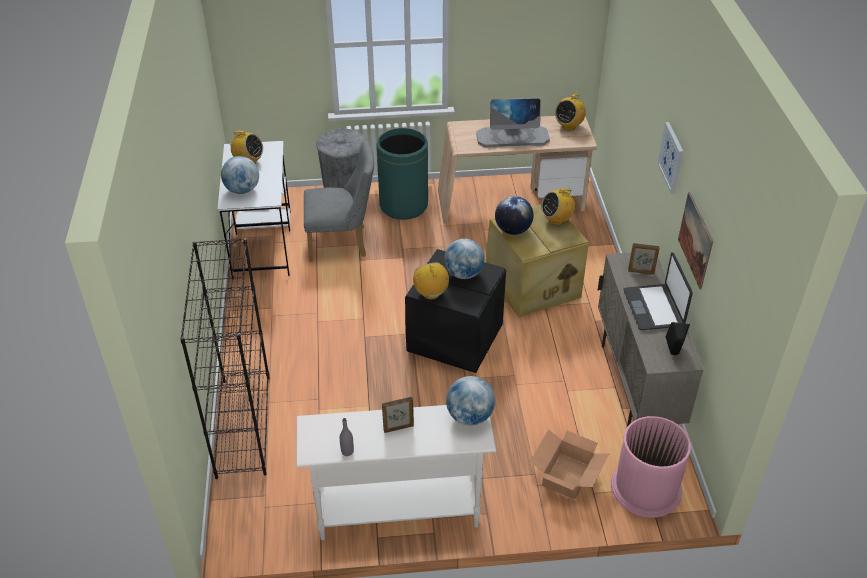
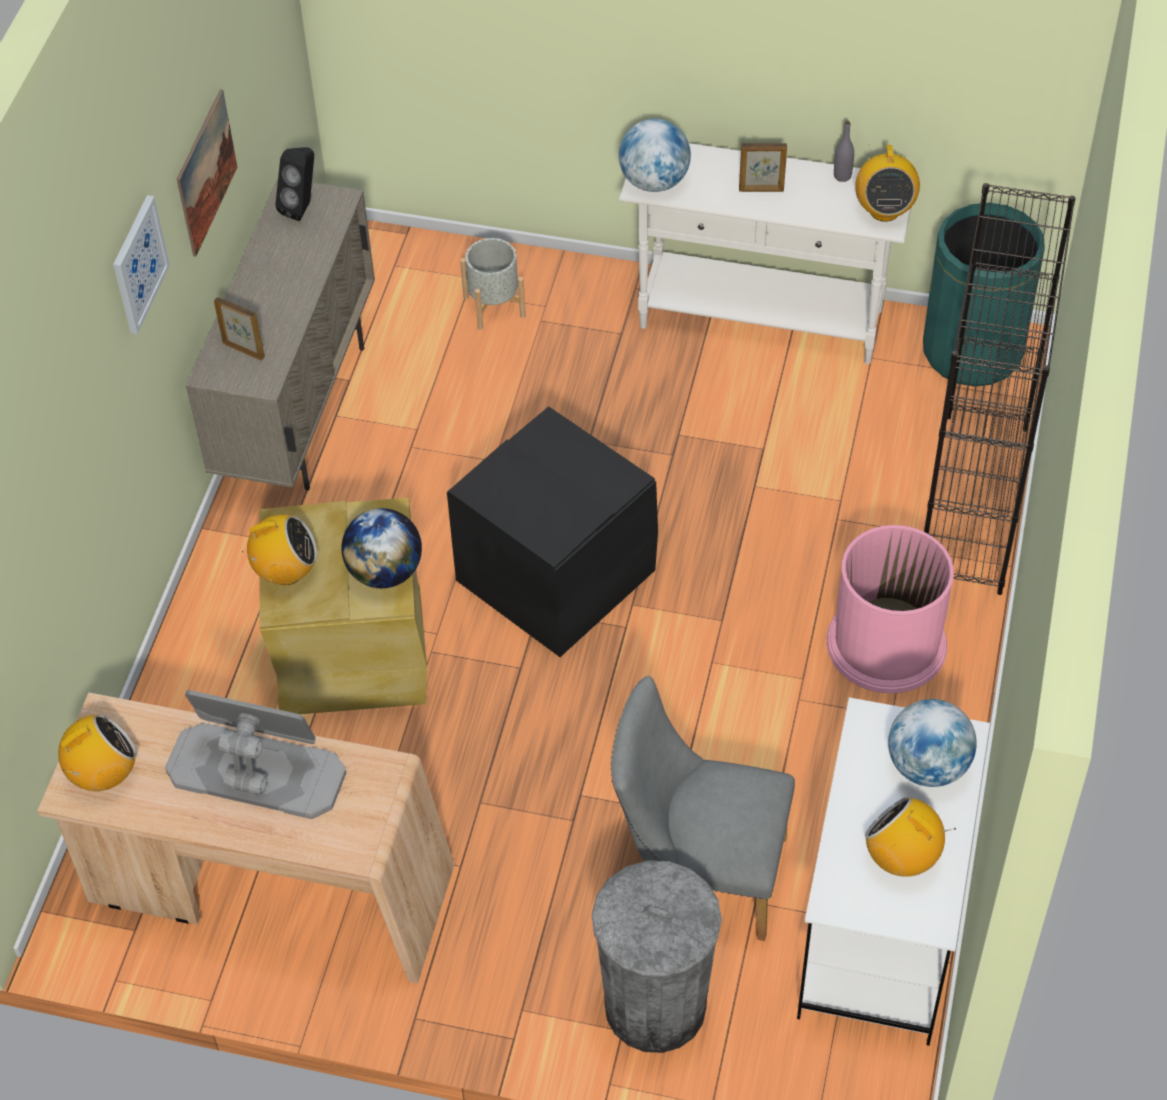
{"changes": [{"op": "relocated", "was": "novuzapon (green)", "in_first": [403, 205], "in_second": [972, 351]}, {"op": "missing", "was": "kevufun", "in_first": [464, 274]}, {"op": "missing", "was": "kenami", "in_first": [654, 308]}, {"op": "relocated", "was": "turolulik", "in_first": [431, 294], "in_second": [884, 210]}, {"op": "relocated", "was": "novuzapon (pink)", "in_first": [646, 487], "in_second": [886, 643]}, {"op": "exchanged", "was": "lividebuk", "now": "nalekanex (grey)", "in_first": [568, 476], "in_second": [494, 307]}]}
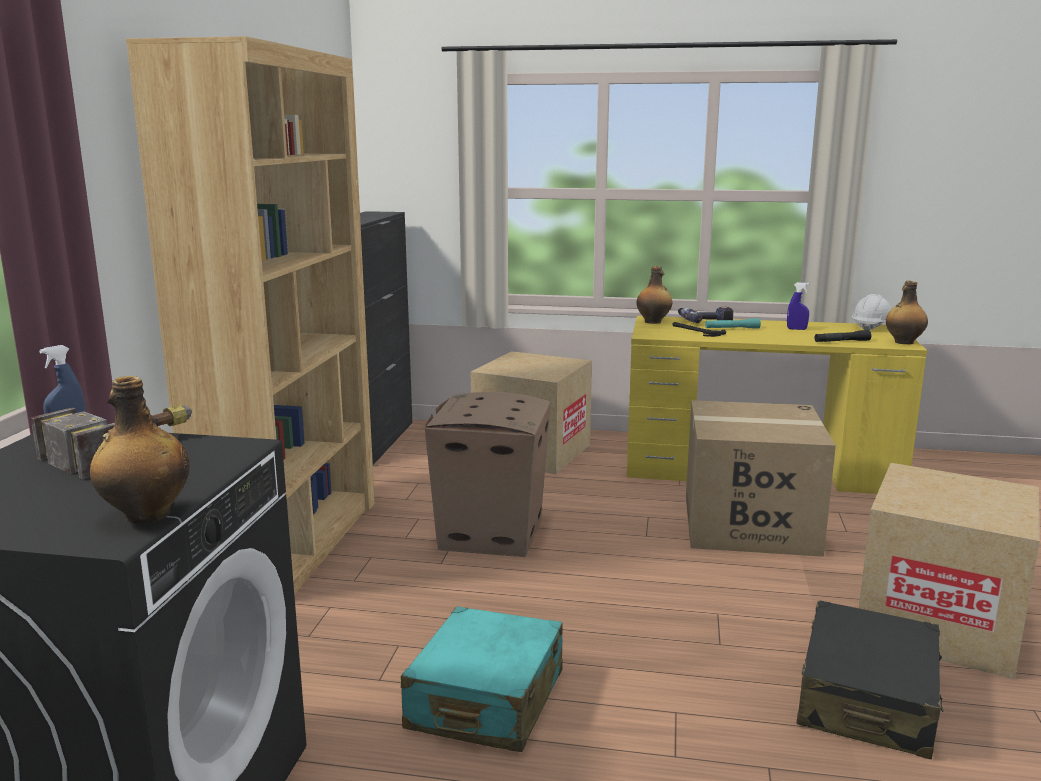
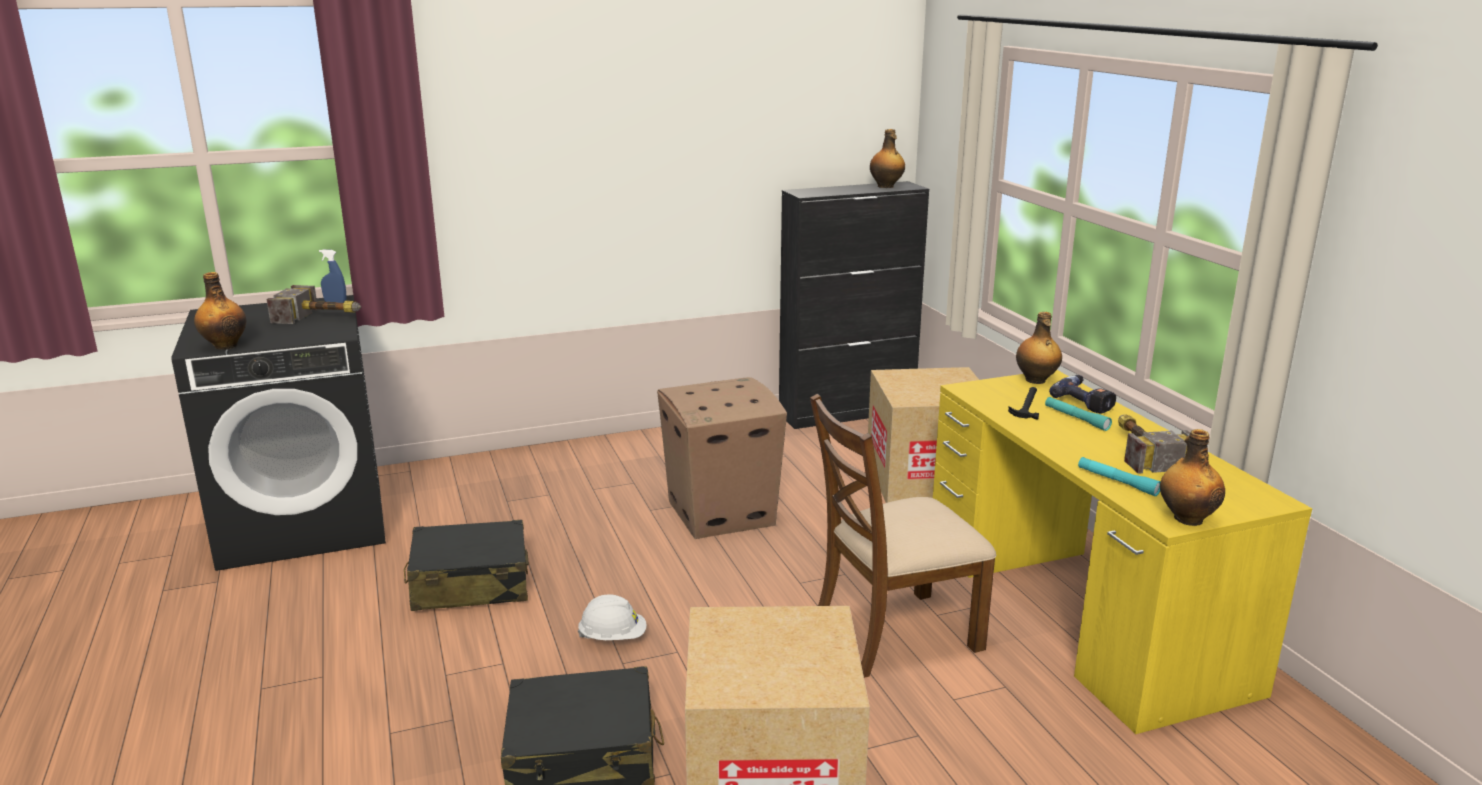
{"changes": [{"op": "missing", "was": "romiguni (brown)", "in_first": [293, 543]}, {"op": "exchanged", "was": "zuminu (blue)", "now": "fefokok", "in_first": [796, 329], "in_second": [1142, 450]}, {"op": "relocated", "was": "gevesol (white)", "in_first": [871, 327], "in_second": [613, 637]}, {"op": "colour", "was": "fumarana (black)", "now": "fumarana (turquoise)", "in_first": [842, 341], "in_second": [1117, 482]}, {"op": "exchanged", "was": "lividebuk", "now": "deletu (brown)", "in_first": [749, 525], "in_second": [894, 633]}, {"op": "colour", "was": "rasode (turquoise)", "now": "rasode (black)", "in_first": [486, 700], "in_second": [470, 584]}, {"op": "appeared", "now": "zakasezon", "in_second": [886, 186]}]}
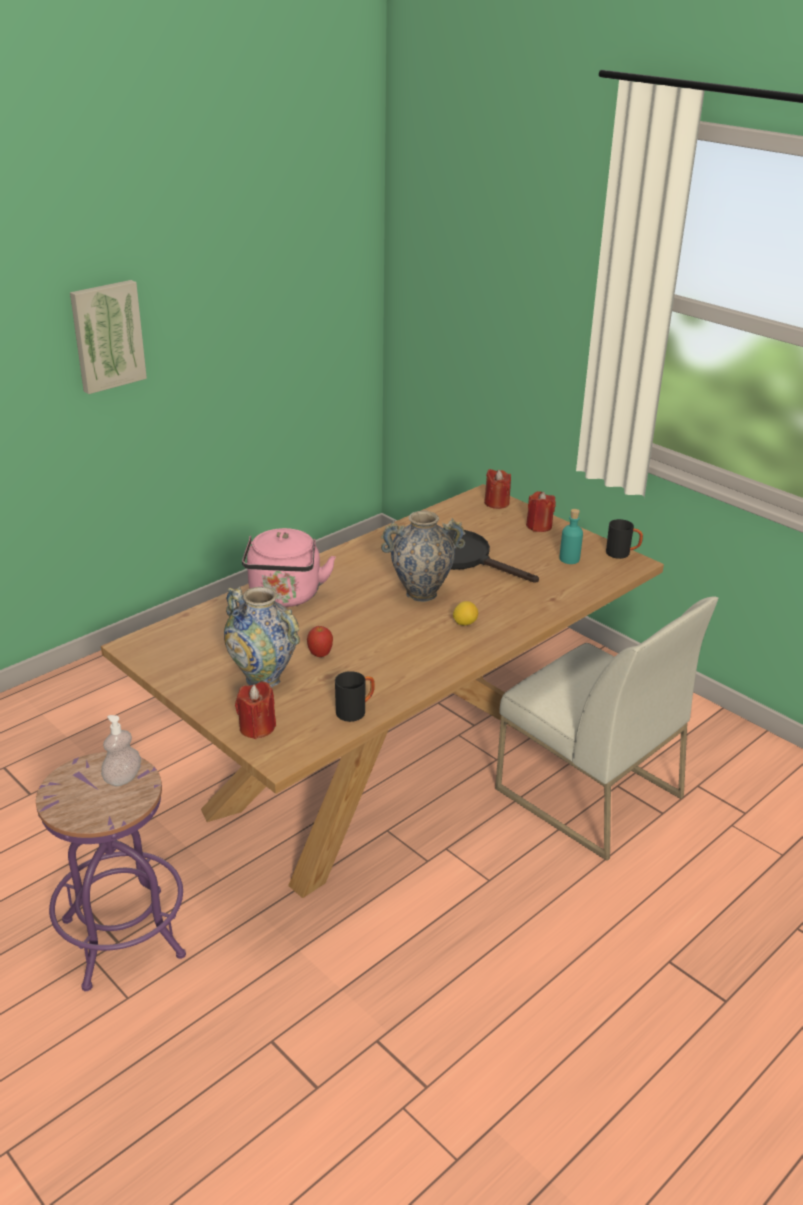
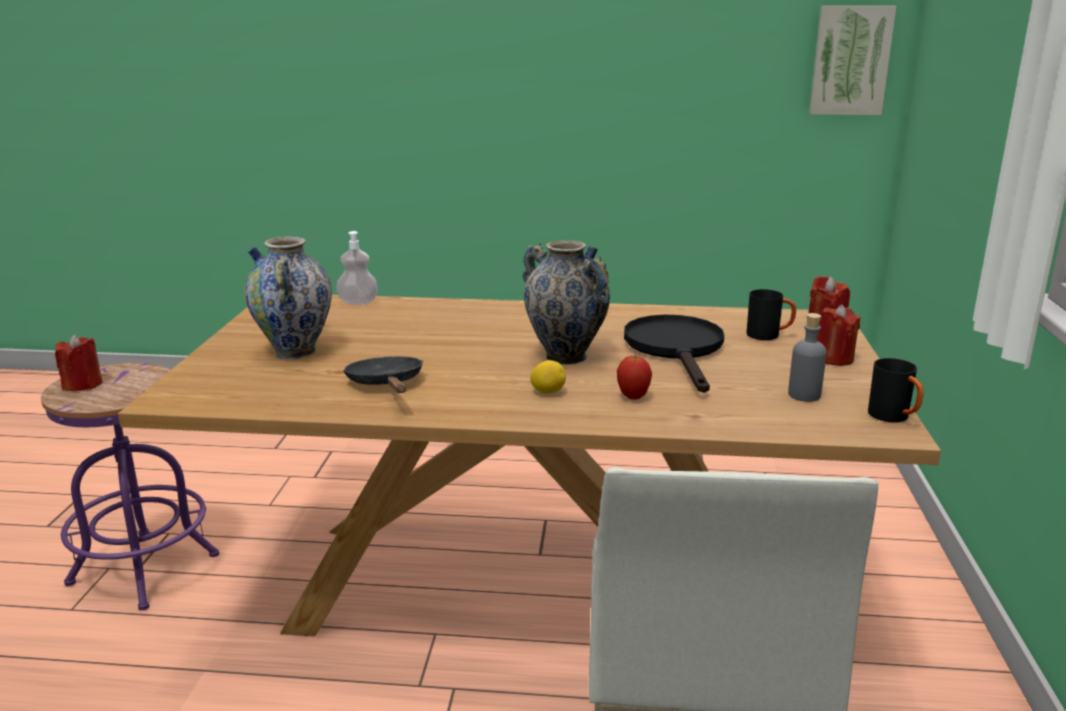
{"changes": [{"op": "relocated", "was": "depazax", "in_first": [107, 336], "in_second": [850, 60]}, {"op": "colour", "was": "zakasezon (turquoise)", "now": "zakasezon (grey)", "in_first": [569, 559], "in_second": [804, 395]}, {"op": "missing", "was": "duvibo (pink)", "in_first": [285, 597]}, {"op": "relocated", "was": "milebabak", "in_first": [320, 655], "in_second": [633, 397]}, {"op": "relocated", "was": "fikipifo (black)", "in_first": [355, 711], "in_second": [769, 336]}, {"op": "relocated", "was": "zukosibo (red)", "in_first": [257, 728], "in_second": [83, 385]}, {"op": "relocated", "was": "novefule", "in_first": [123, 778], "in_second": [358, 302]}, {"op": "appeared", "now": "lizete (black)", "in_second": [386, 384]}]}
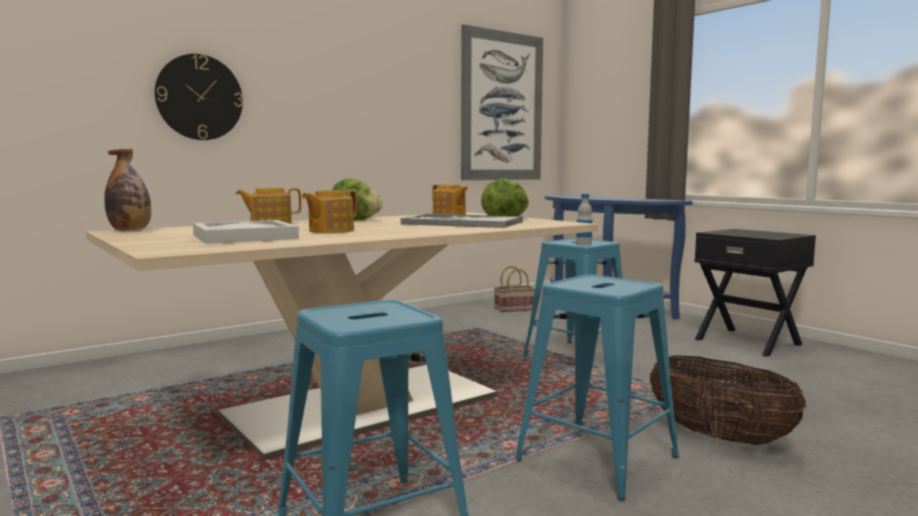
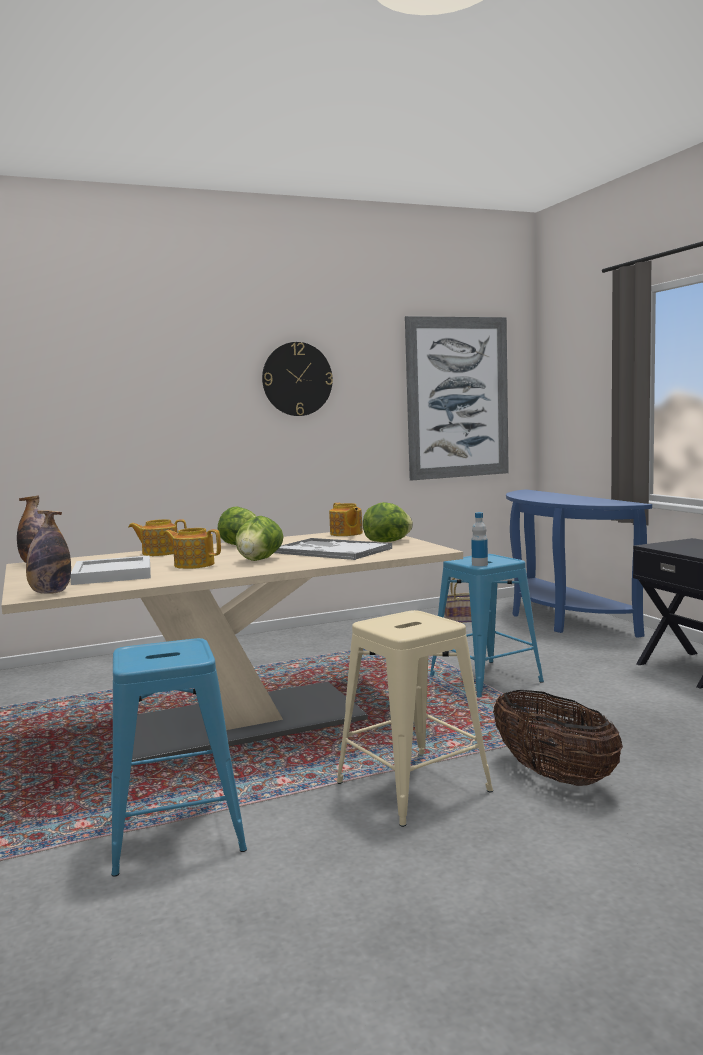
{"changes": [{"op": "relocated", "was": "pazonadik", "in_first": [199, 97], "in_second": [297, 379]}, {"op": "spun", "was": "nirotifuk", "in_first": [330, 231], "in_second": [193, 565], "clockwise": 60}, {"op": "colour", "was": "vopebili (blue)", "now": "vopebili (beige)", "in_first": [597, 458], "in_second": [413, 786]}, {"op": "appeared", "now": "zakasezon", "in_second": [50, 593]}, {"op": "appeared", "now": "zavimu", "in_second": [259, 560]}]}
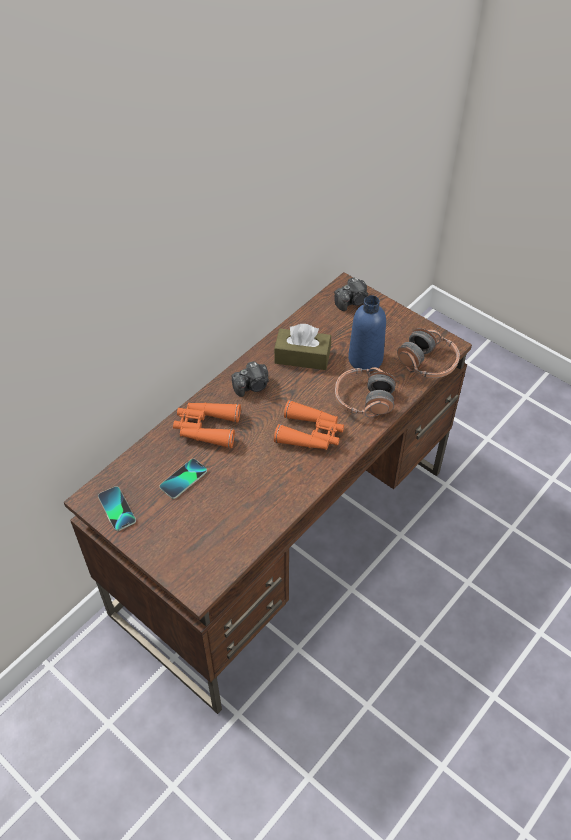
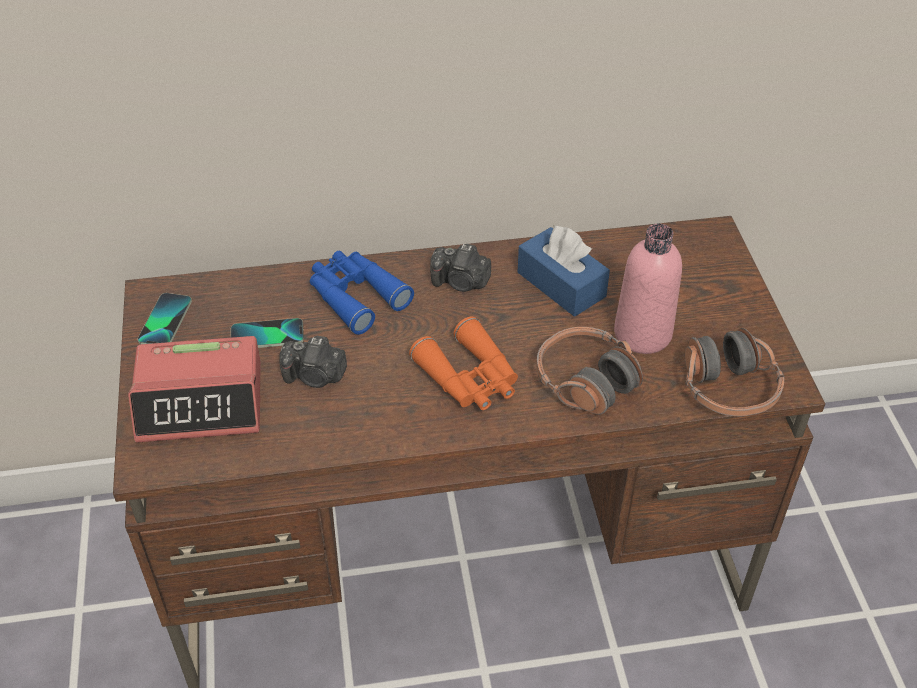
{"changes": [{"op": "relocated", "was": "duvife", "in_first": [352, 301], "in_second": [315, 376]}, {"op": "colour", "was": "zakasezon (blue)", "now": "zakasezon (pink)", "in_first": [365, 359], "in_second": [642, 334]}, {"op": "colour", "was": "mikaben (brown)", "now": "mikaben (blue)", "in_first": [302, 357], "in_second": [561, 284]}, {"op": "colour", "was": "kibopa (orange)", "now": "kibopa (blue)", "in_first": [206, 428], "in_second": [355, 296]}, {"op": "appeared", "now": "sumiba", "in_second": [201, 401]}]}
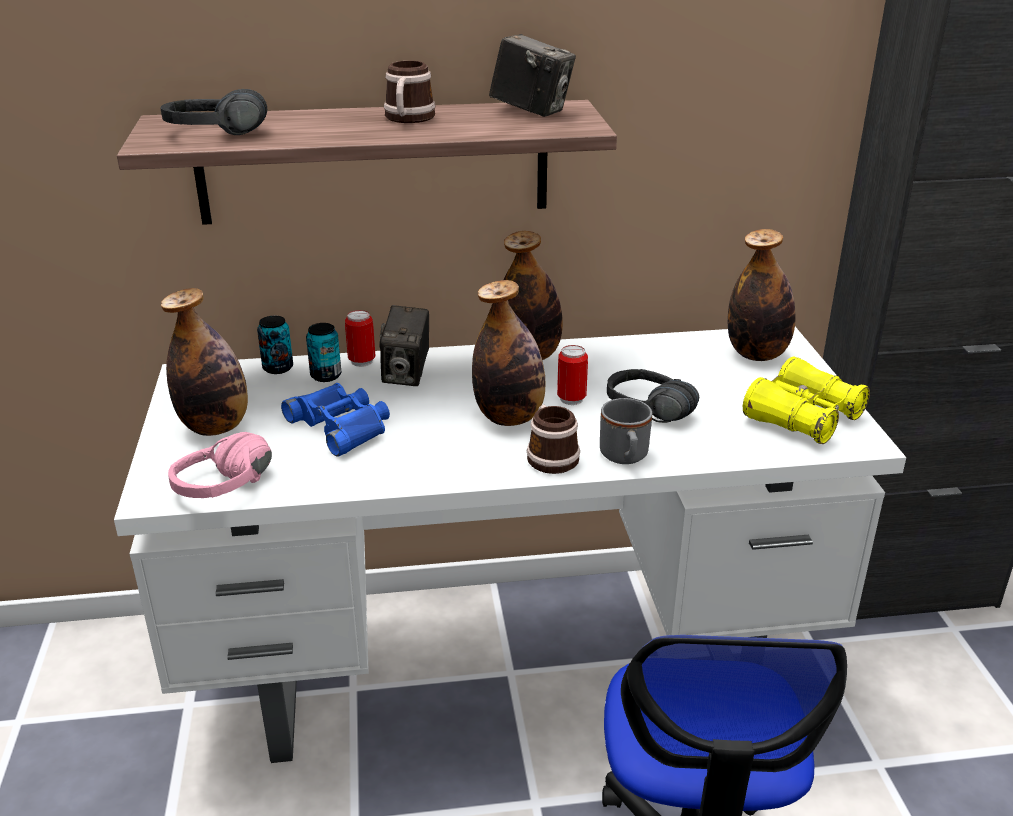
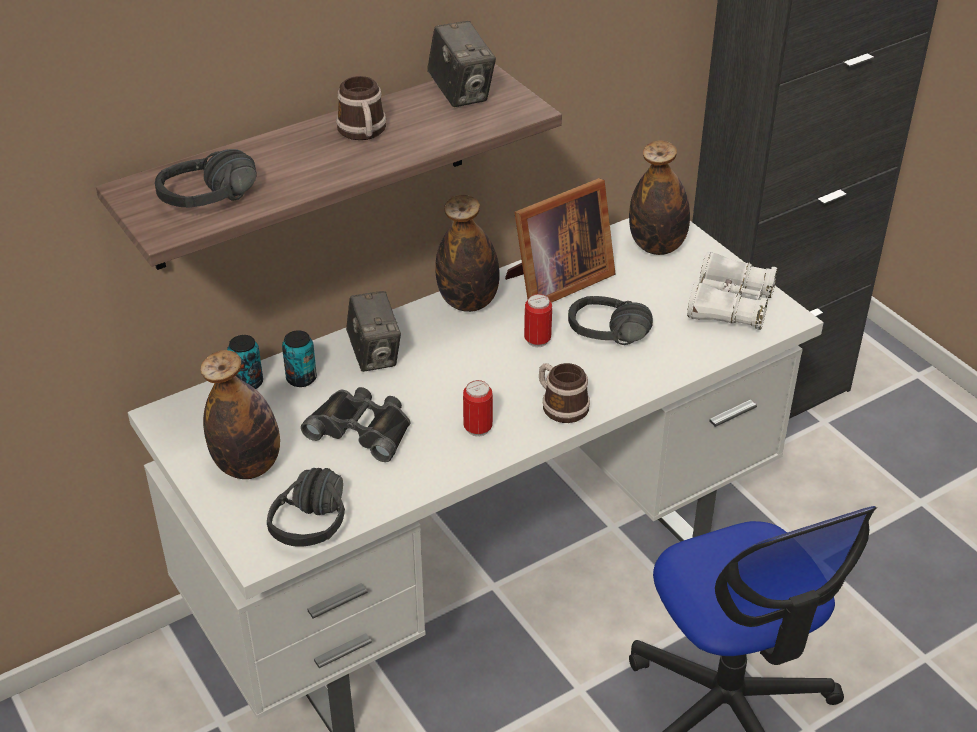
{"changes": [{"op": "spun", "was": "duvife", "in_first": [531, 111], "in_second": [461, 94], "clockwise": 60}, {"op": "missing", "was": "zakasezon", "in_first": [509, 417]}, {"op": "relocated", "was": "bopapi", "in_first": [362, 361], "in_second": [478, 428]}, {"op": "colour", "was": "kibopa (yellow)", "now": "kibopa (white)", "in_first": [802, 418], "in_second": [730, 305]}, {"op": "colour", "was": "kibopa (blue)", "now": "kibopa (black)", "in_first": [341, 425], "in_second": [362, 429]}, {"op": "missing", "was": "fikipifo (grey)", "in_first": [625, 457]}, {"op": "colour", "was": "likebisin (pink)", "now": "likebisin (black)", "in_first": [234, 491], "in_second": [325, 525]}, {"op": "appeared", "now": "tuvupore", "in_second": [555, 282]}]}
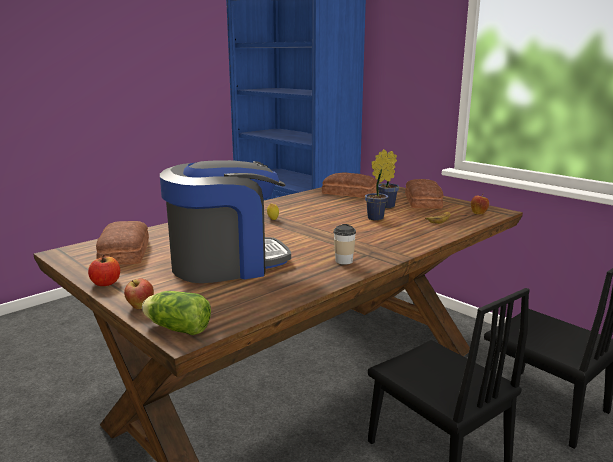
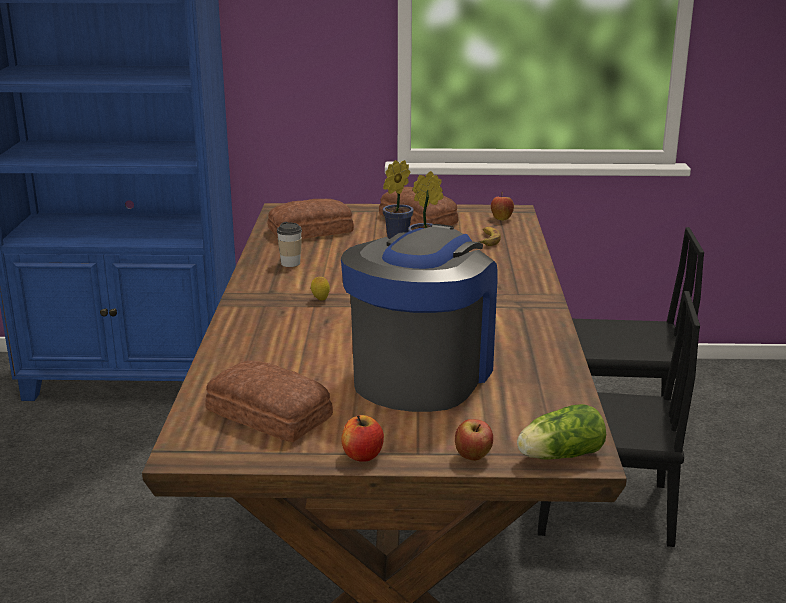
{"changes": [{"op": "relocated", "was": "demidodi", "in_first": [344, 261], "in_second": [290, 263]}]}
